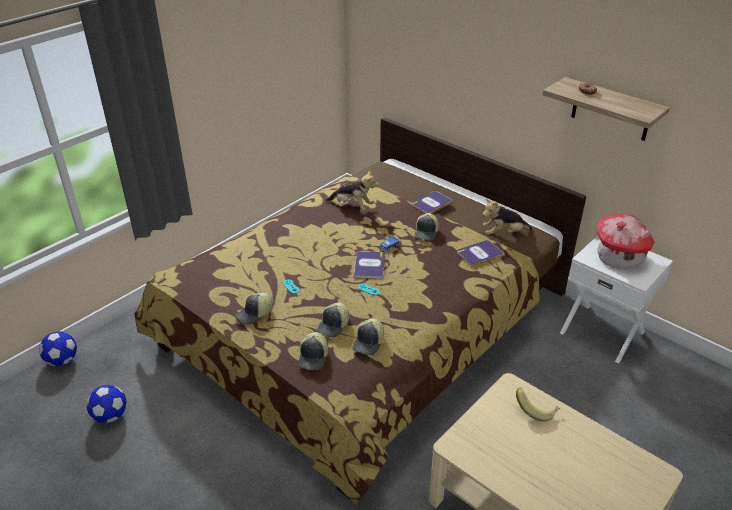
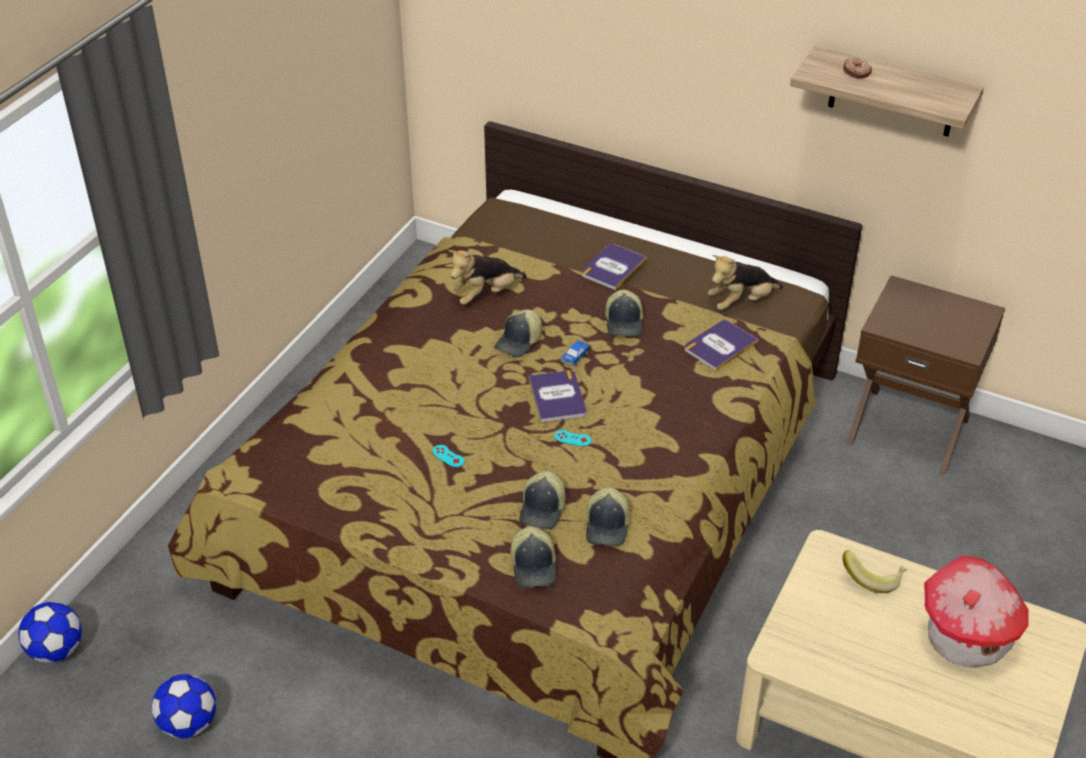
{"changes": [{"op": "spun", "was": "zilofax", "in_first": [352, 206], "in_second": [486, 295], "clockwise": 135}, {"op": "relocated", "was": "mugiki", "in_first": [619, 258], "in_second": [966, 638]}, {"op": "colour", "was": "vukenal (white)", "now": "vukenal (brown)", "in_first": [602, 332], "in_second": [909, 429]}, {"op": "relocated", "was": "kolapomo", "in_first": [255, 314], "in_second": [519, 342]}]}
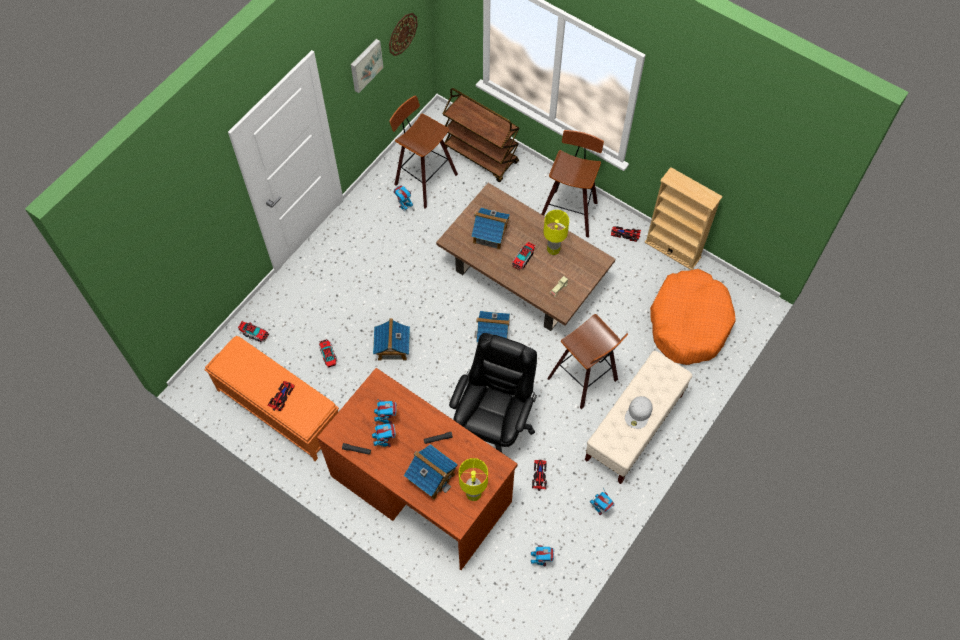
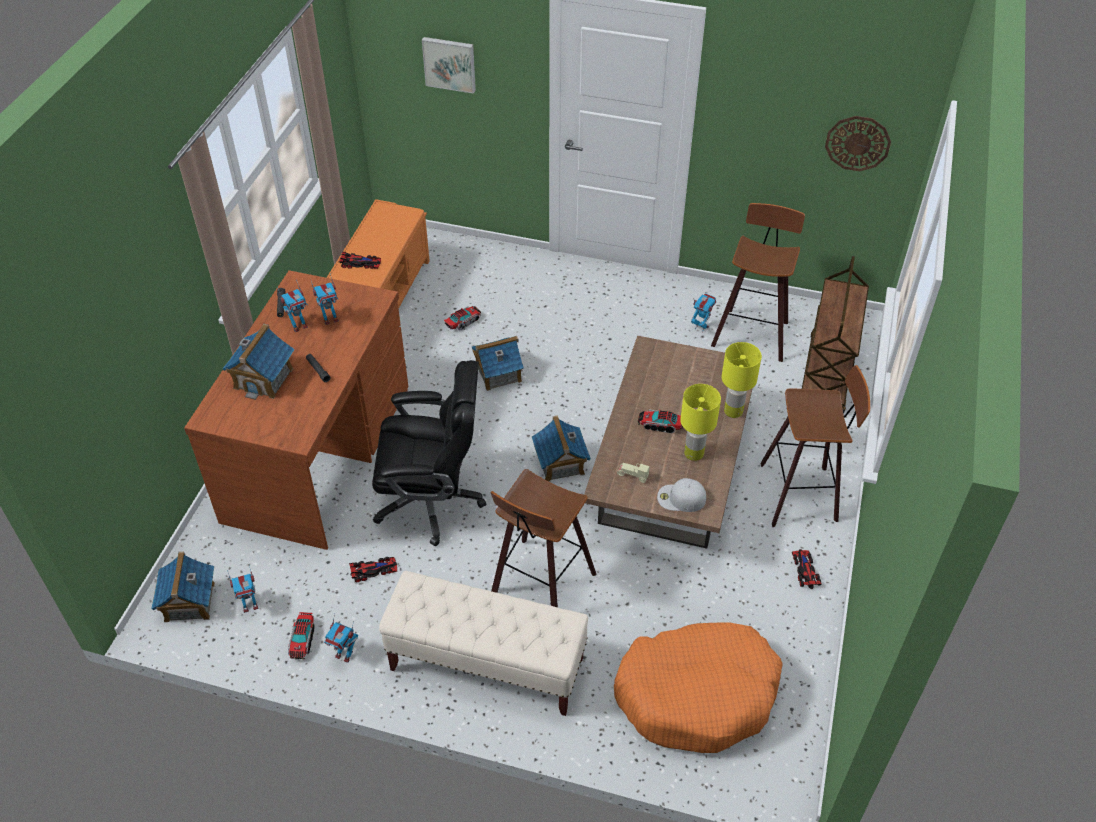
{"changes": [{"op": "relocated", "was": "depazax", "in_first": [365, 65], "in_second": [450, 63]}, {"op": "missing", "was": "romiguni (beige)", "in_first": [672, 249]}, {"op": "relocated", "was": "mugiki", "in_first": [490, 235], "in_second": [189, 602]}, {"op": "relocated", "was": "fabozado", "in_first": [254, 334], "in_second": [302, 640]}, {"op": "relocated", "was": "kolapomo (white)", "in_first": [638, 413], "in_second": [681, 498]}, {"op": "relocated", "was": "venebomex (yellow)", "in_first": [474, 494], "in_second": [733, 411]}]}
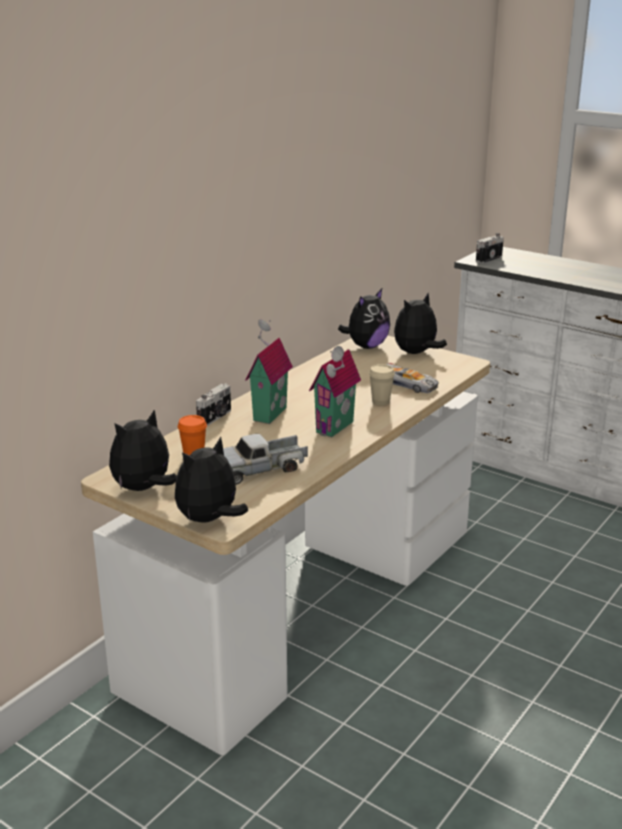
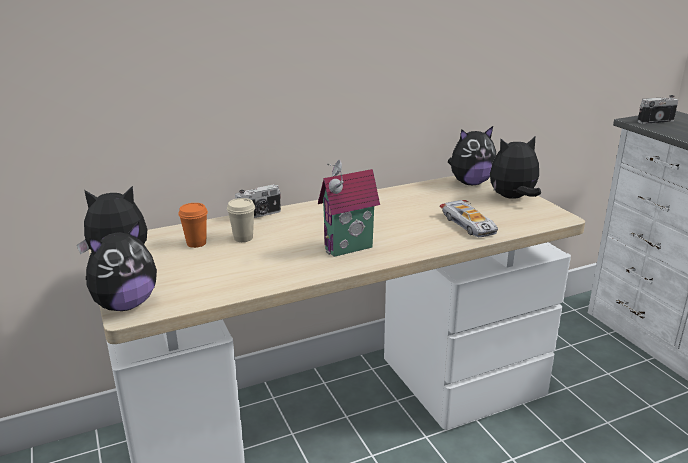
{"changes": [{"op": "missing", "was": "mugiki", "in_first": [267, 413]}, {"op": "relocated", "was": "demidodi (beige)", "in_first": [380, 401], "in_second": [243, 238]}, {"op": "missing", "was": "fabozado", "in_first": [260, 469]}, {"op": "spun", "was": "zilofax", "in_first": [209, 520], "in_second": [125, 305], "clockwise": 150}]}
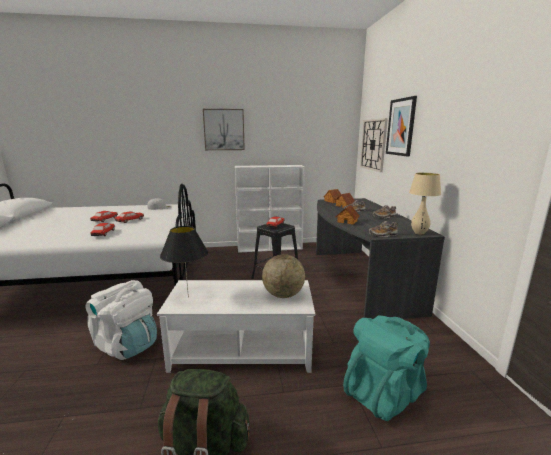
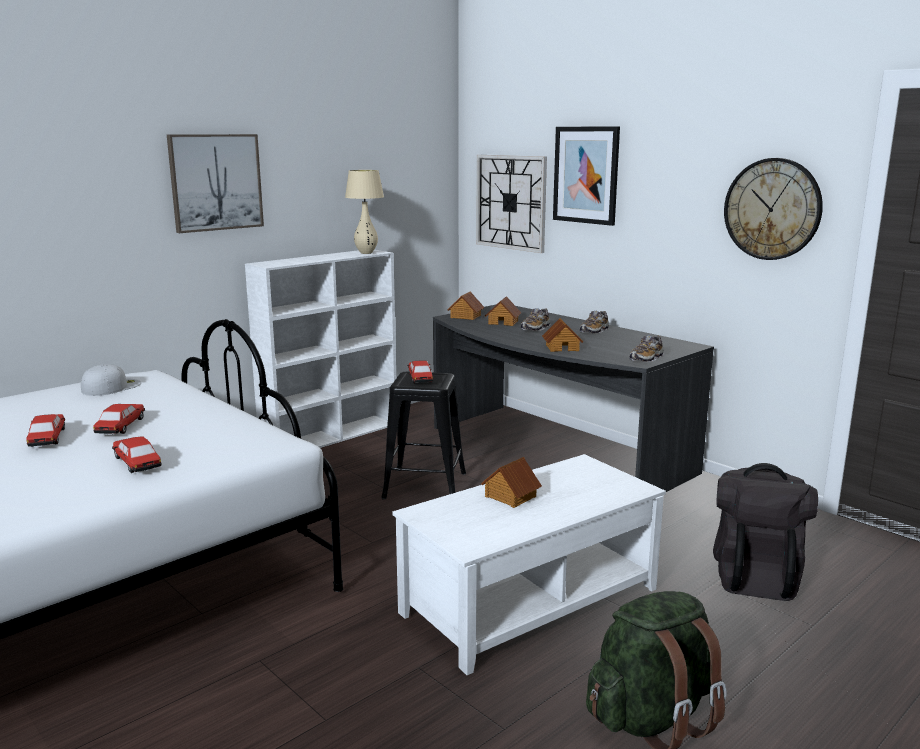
{"changes": [{"op": "relocated", "was": "venebomex (beige)", "in_first": [419, 233], "in_second": [366, 253]}, {"op": "missing", "was": "venebomex (black)", "in_first": [188, 297]}, {"op": "missing", "was": "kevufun", "in_first": [283, 295]}, {"op": "missing", "was": "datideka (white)", "in_first": [127, 345]}, {"op": "colour", "was": "datideka (turquoise)", "now": "datideka (black)", "in_first": [384, 392], "in_second": [755, 575]}, {"op": "appeared", "now": "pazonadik", "in_second": [772, 209]}, {"op": "appeared", "now": "mugiki", "in_second": [510, 496]}]}
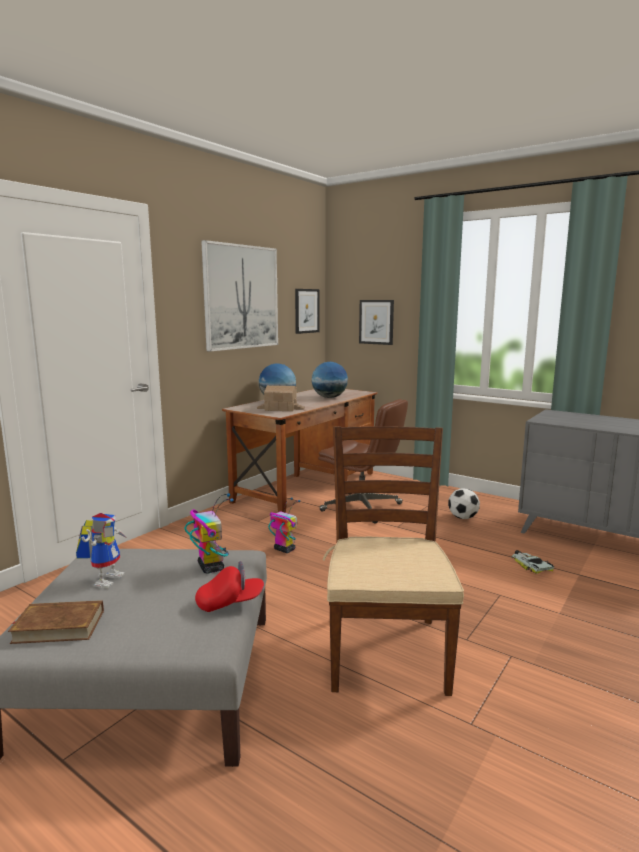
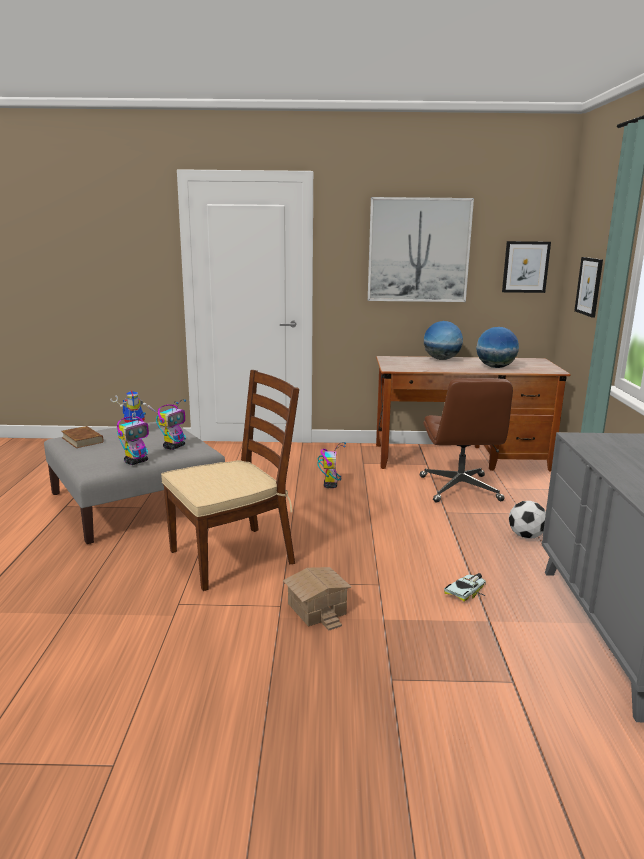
{"changes": [{"op": "relocated", "was": "mugiki", "in_first": [281, 408], "in_second": [318, 608]}, {"op": "exchanged", "was": "kolapomo (red)", "now": "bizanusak", "in_first": [230, 602], "in_second": [136, 462]}]}
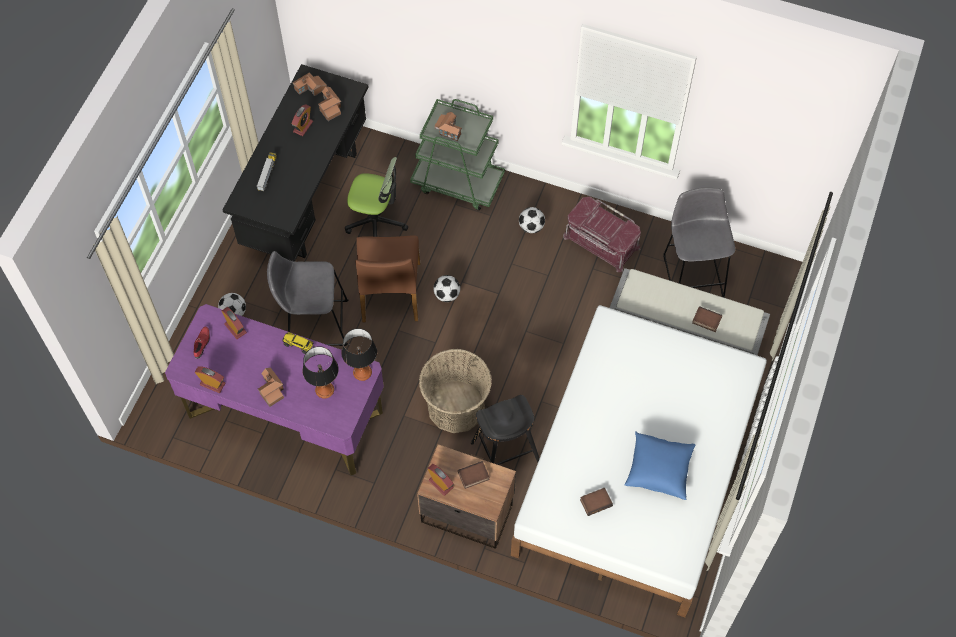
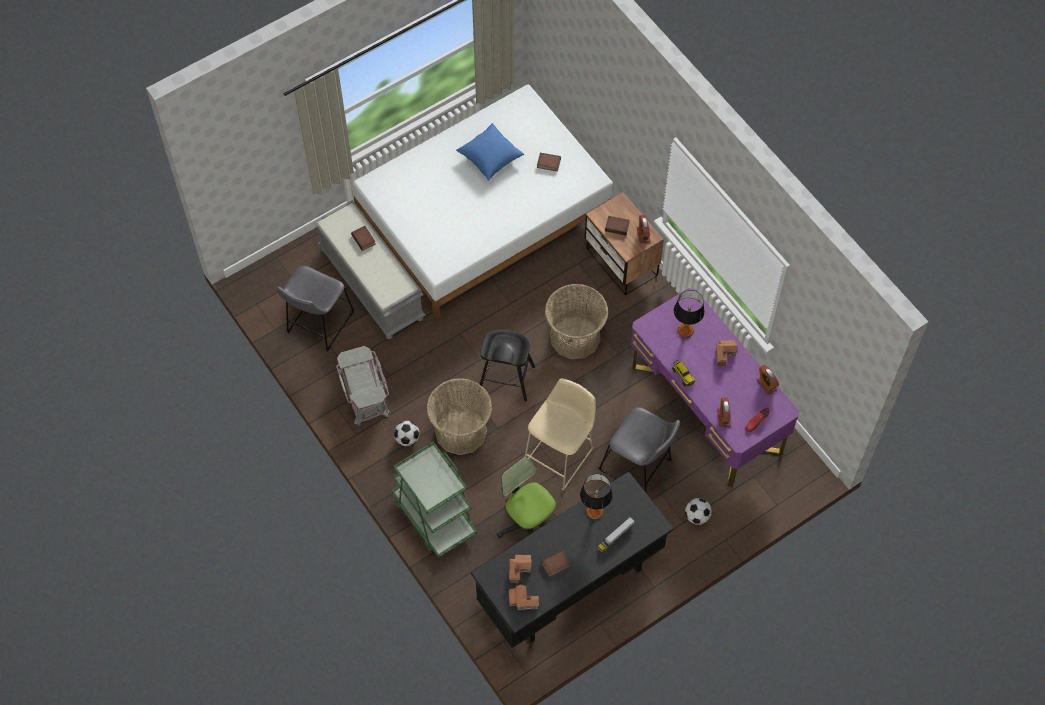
{"changes": [{"op": "exchanged", "was": "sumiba", "now": "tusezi", "in_first": [303, 126], "in_second": [555, 565]}, {"op": "missing", "was": "mugiki", "in_first": [449, 129]}, {"op": "colour", "was": "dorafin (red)", "now": "dorafin (grey)", "in_first": [600, 242], "in_second": [365, 392]}, {"op": "exchanged", "was": "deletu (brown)", "now": "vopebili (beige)", "in_first": [390, 293], "in_second": [560, 454]}, {"op": "missing", "was": "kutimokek", "in_first": [447, 295]}, {"op": "relocated", "was": "venebomex", "in_first": [362, 372], "in_second": [594, 511]}, {"op": "relocated", "was": "vopebili (black)", "in_first": [505, 452], "in_second": [506, 379]}, {"op": "appeared", "now": "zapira", "in_second": [460, 431]}]}
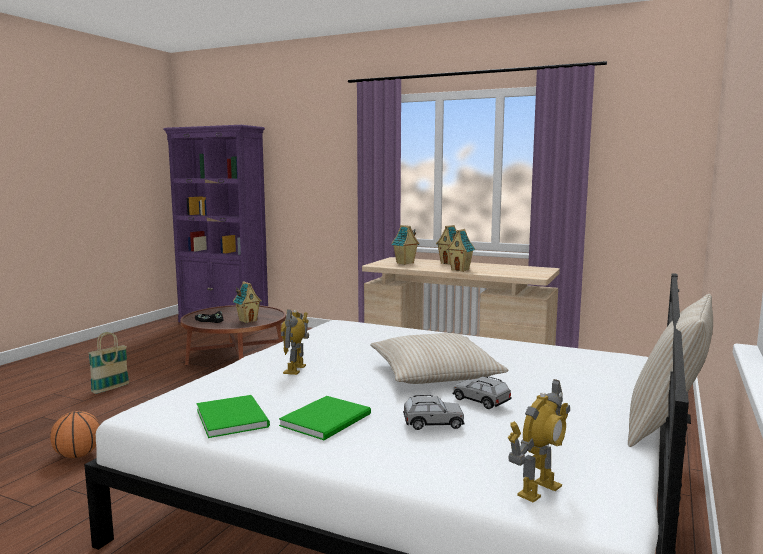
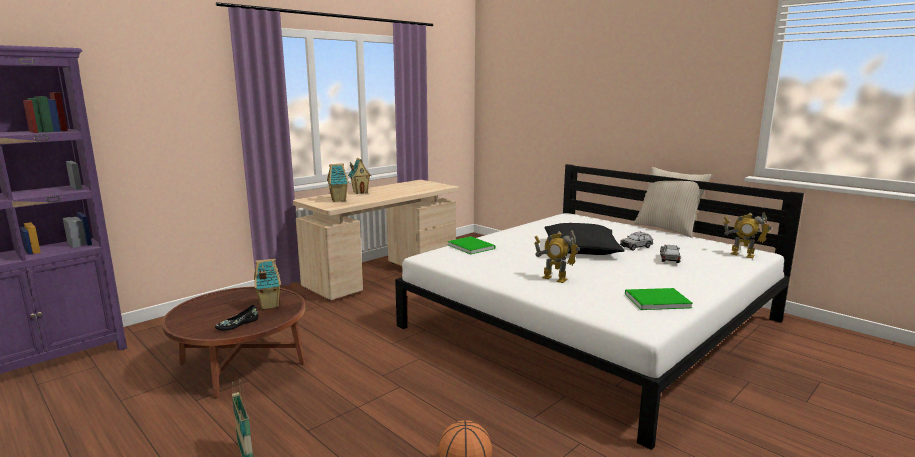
{"changes": [{"op": "missing", "was": "mugiki", "in_first": [460, 270]}, {"op": "colour", "was": "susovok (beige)", "now": "susovok (black)", "in_first": [435, 373], "in_second": [580, 249]}, {"op": "spun", "was": "bizanusak", "in_first": [538, 490], "in_second": [742, 255], "clockwise": 150}, {"op": "relocated", "was": "tusezi (green)", "in_first": [329, 419], "in_second": [471, 246]}]}
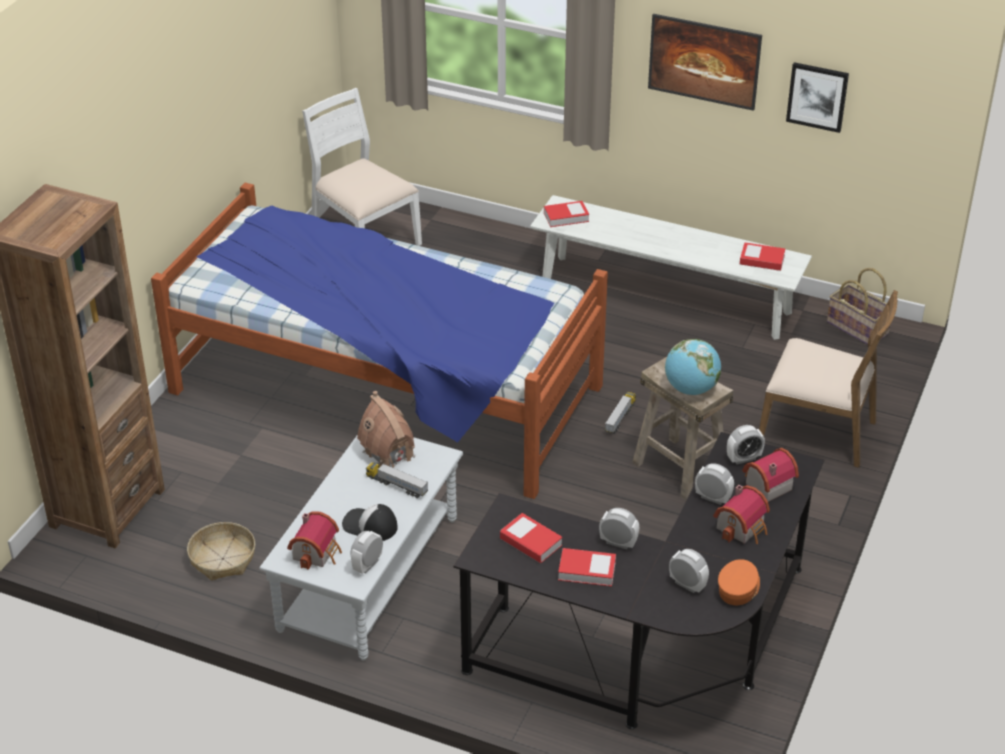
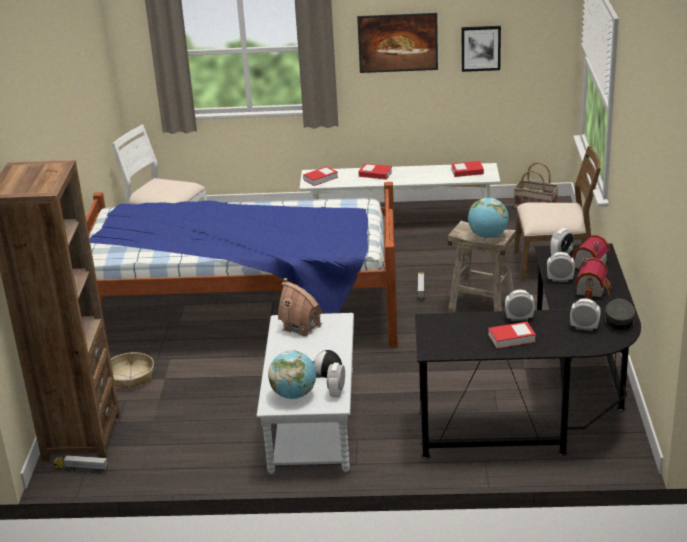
{"changes": [{"op": "relocated", "was": "fabozado", "in_first": [396, 485], "in_second": [81, 469]}, {"op": "exchanged", "was": "mugiki", "now": "kevufun", "in_first": [317, 552], "in_second": [294, 394]}, {"op": "relocated", "was": "tusezi", "in_first": [531, 542], "in_second": [375, 174]}, {"op": "relocated", "was": "zapira", "in_first": [222, 558], "in_second": [130, 377]}, {"op": "colour", "was": "kolapomo (orange)", "now": "kolapomo (grey)", "in_first": [738, 588], "in_second": [619, 320]}]}
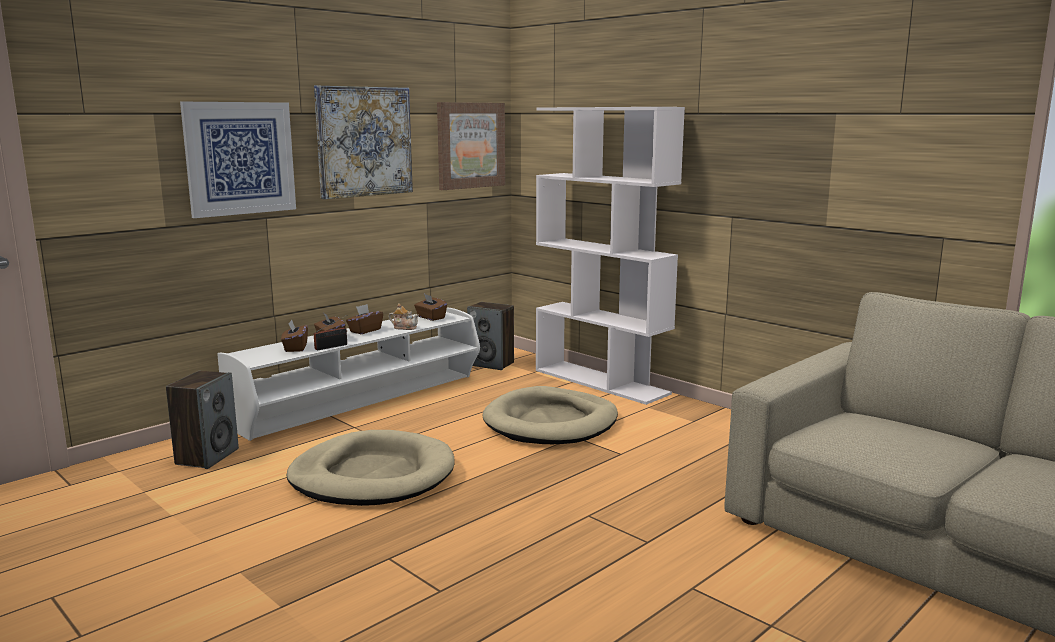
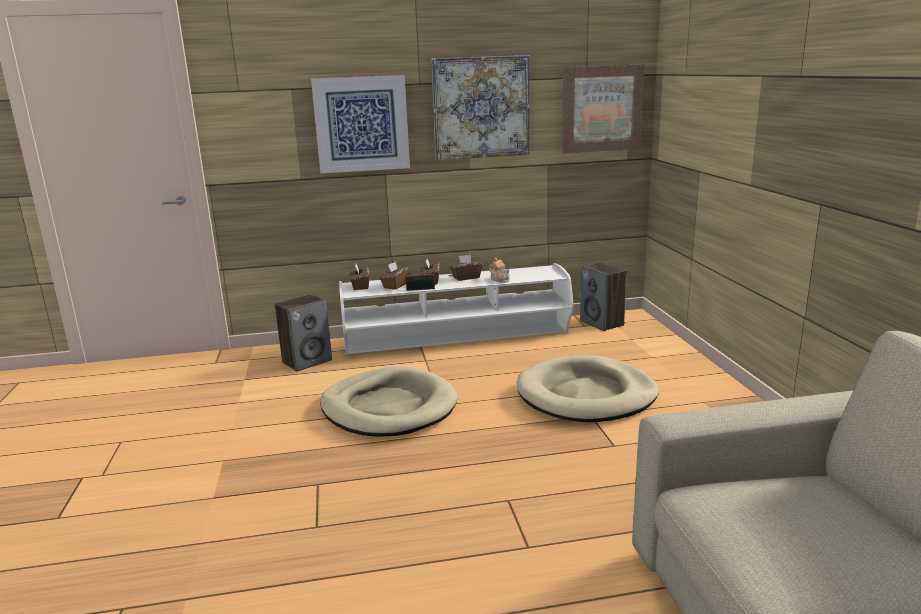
{"changes": [{"op": "missing", "was": "romiguni (white)", "in_first": [601, 382]}, {"op": "relocated", "was": "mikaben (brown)", "in_first": [430, 317], "in_second": [360, 286]}]}
